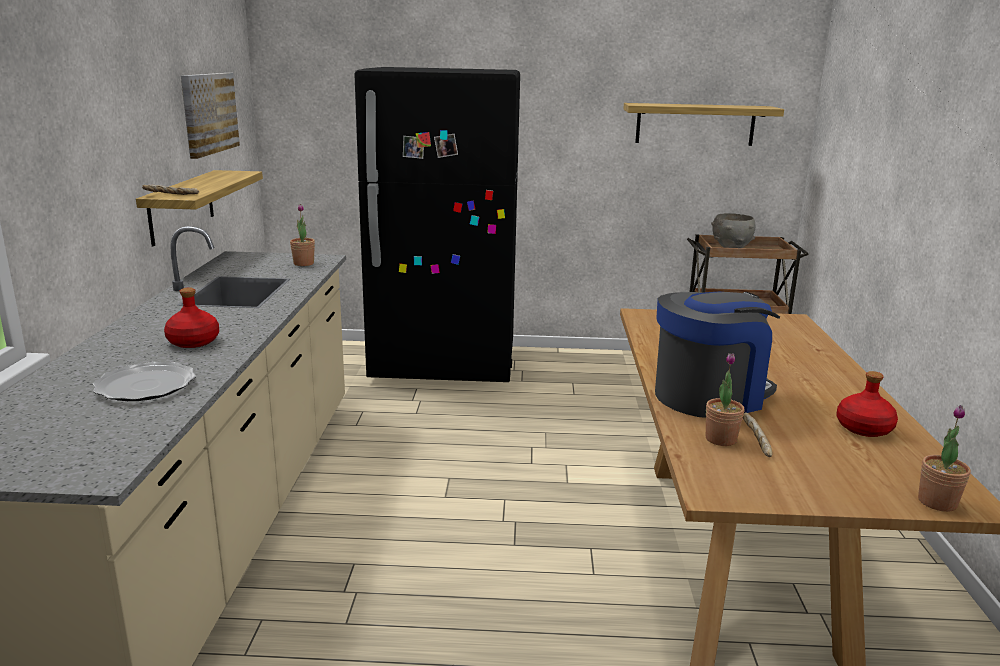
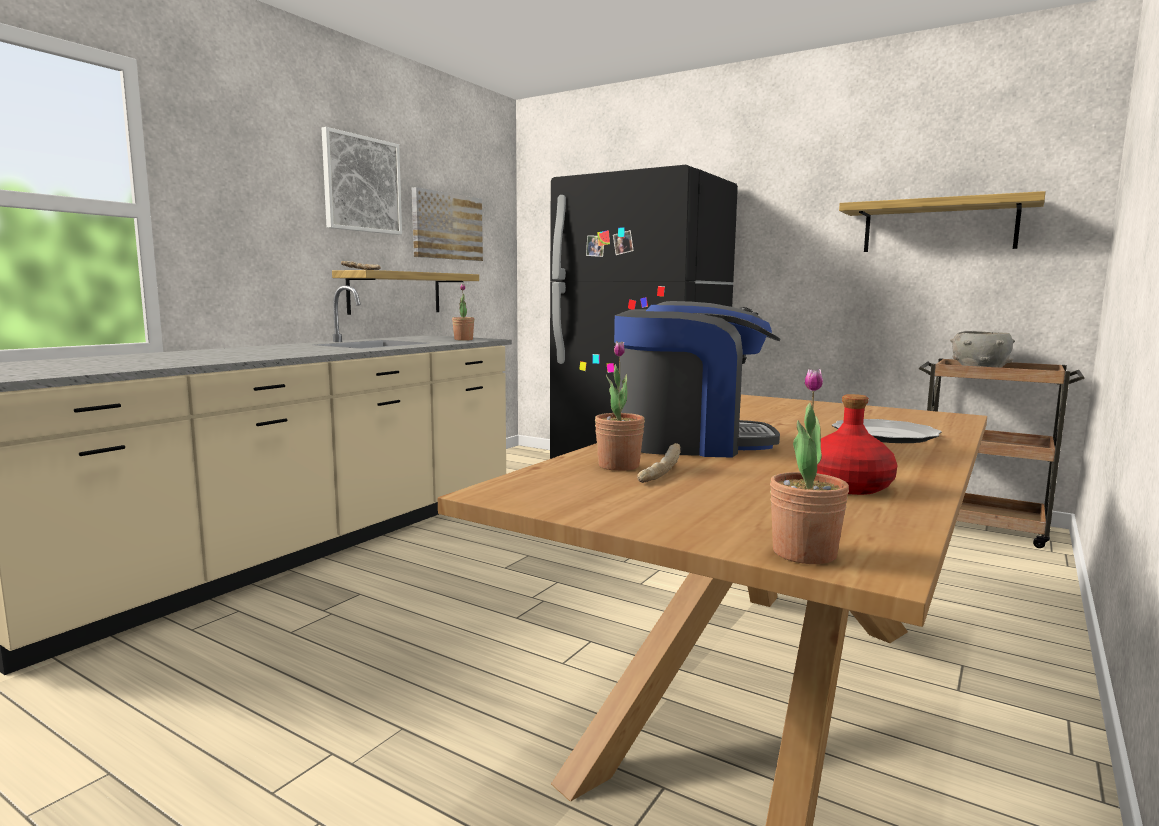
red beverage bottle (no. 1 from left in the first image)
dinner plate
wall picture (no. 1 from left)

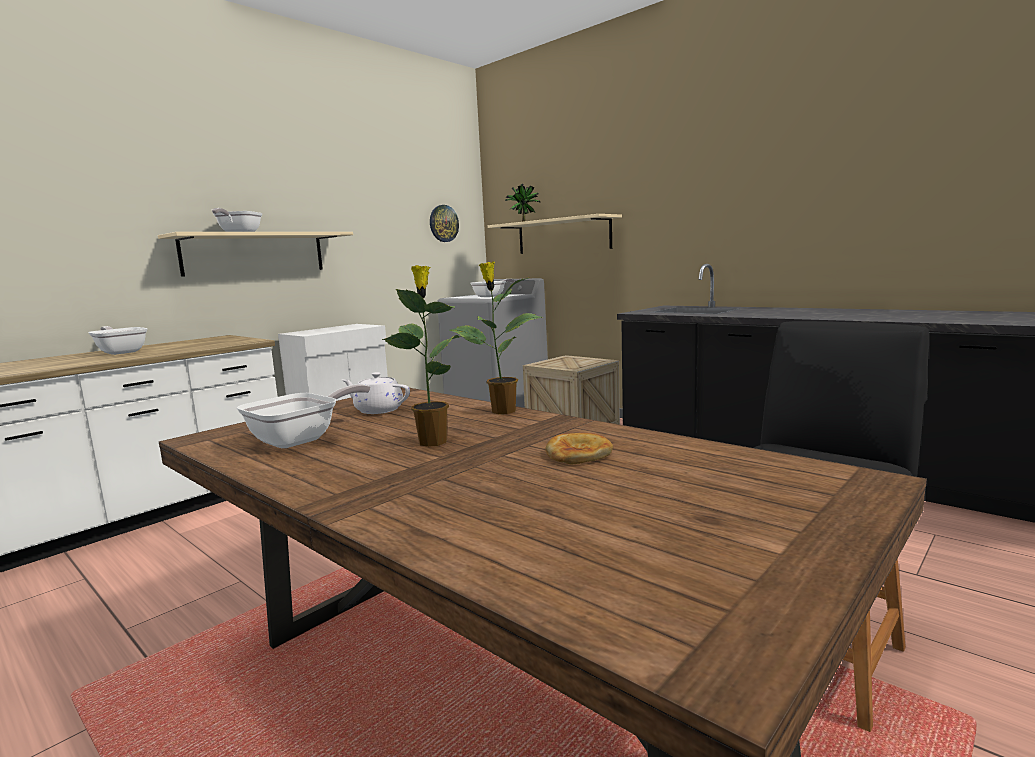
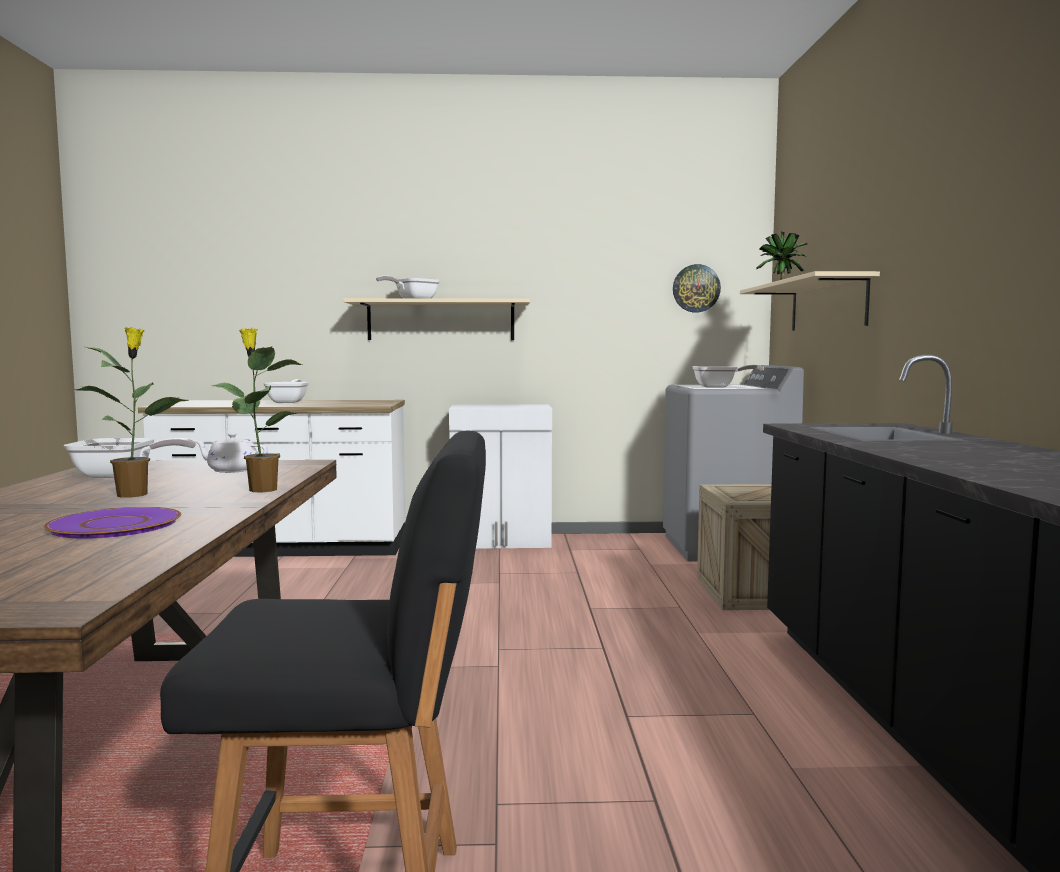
white-coloured tea pot
purple dinner plate

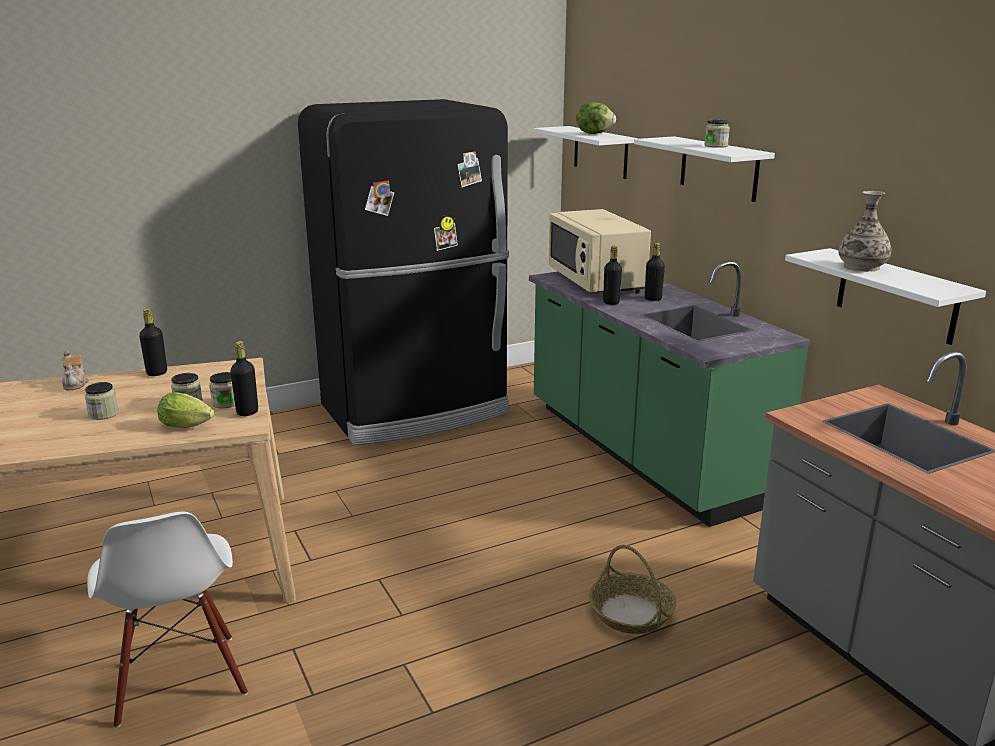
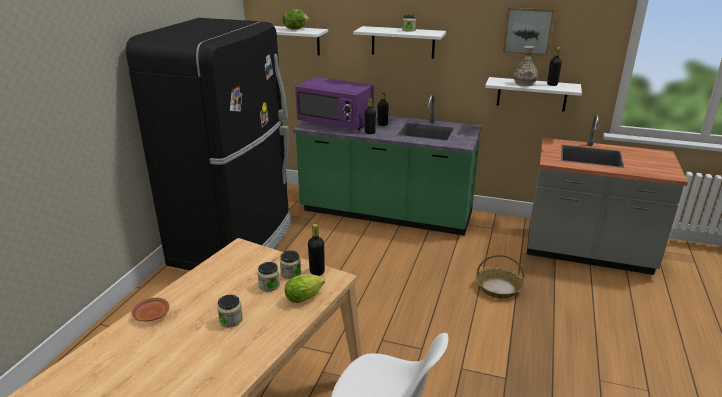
purple microwave
black beverage bottle (no. 4 from left)
brown dinner plate
wall picture

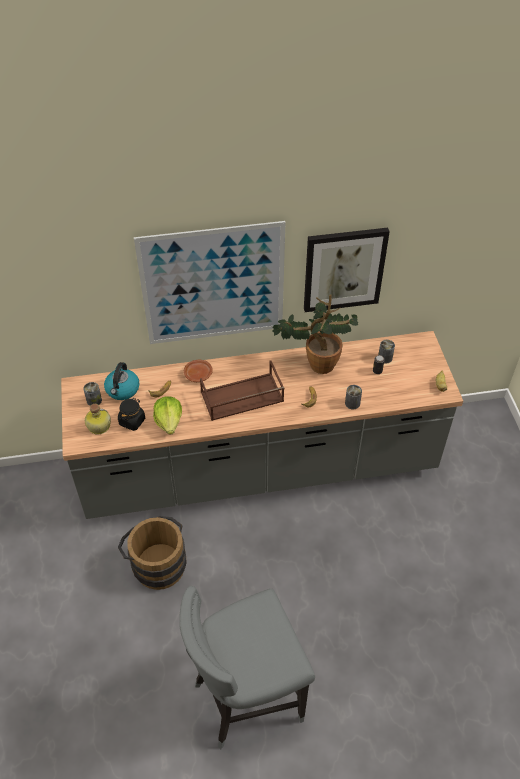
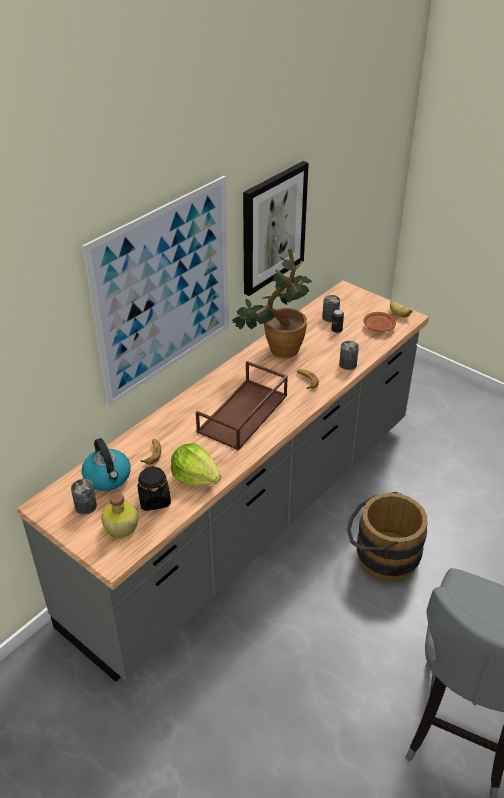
brown dinner plate
brown water bucket

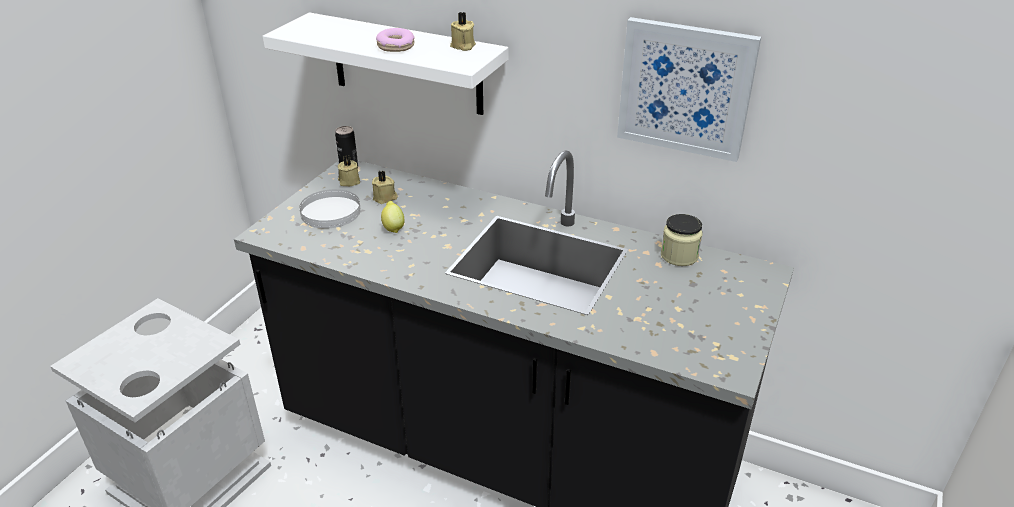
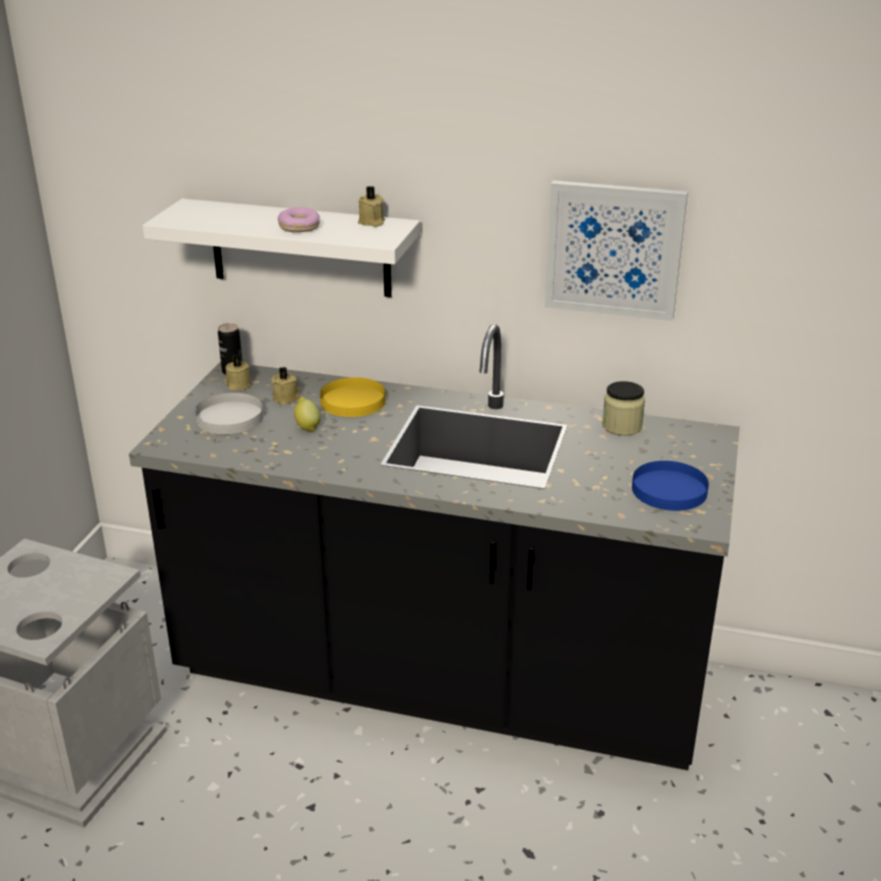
yellow-coloured dinner plate
bluish dinner plate

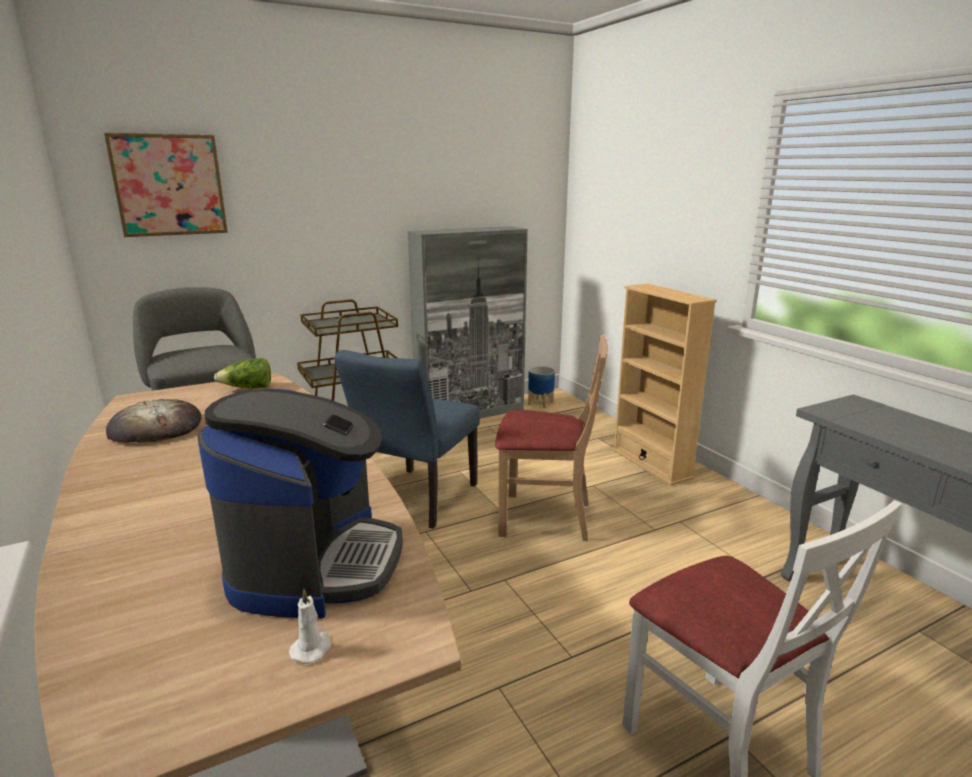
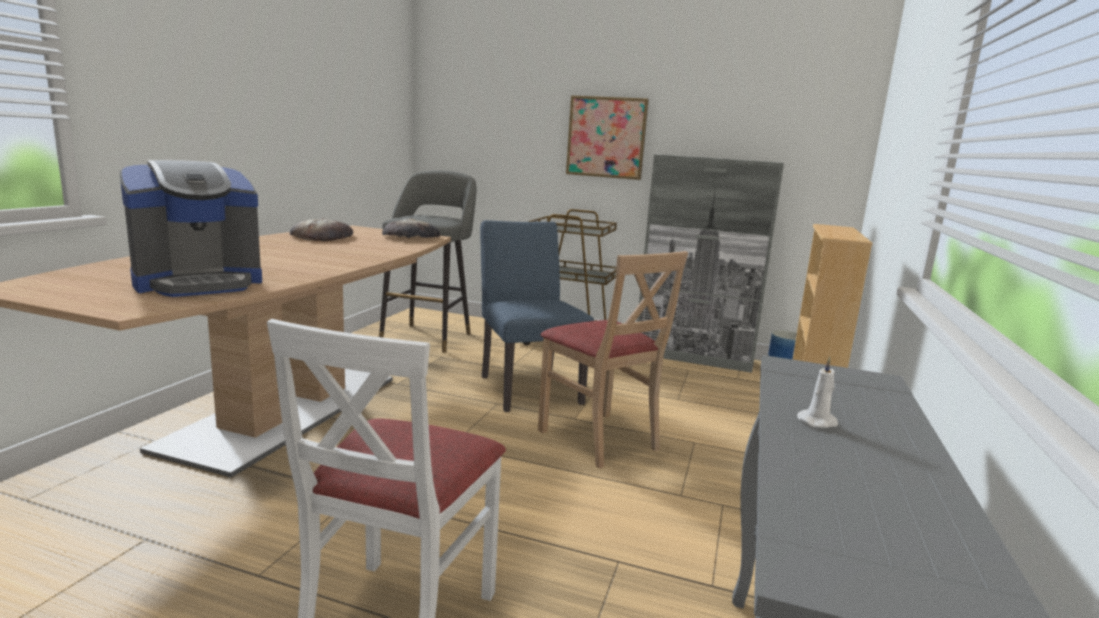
wall picture
bluish upright chair
bakery bread (no. 2 from left)
white-coloured candle

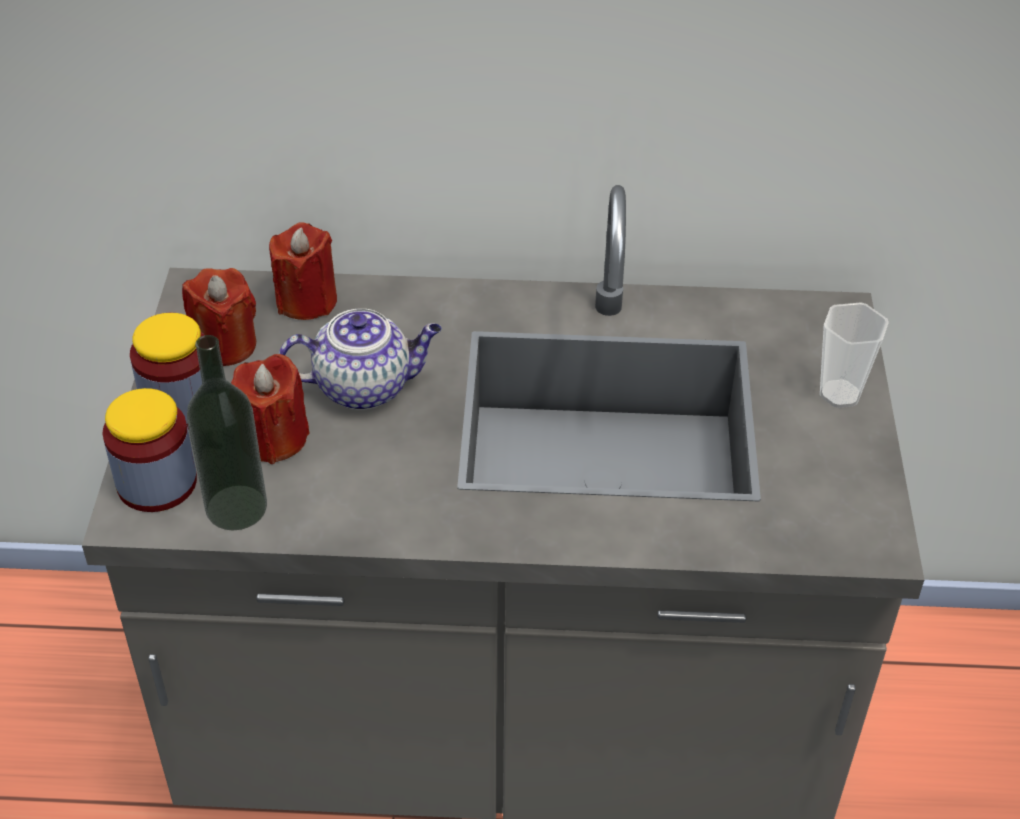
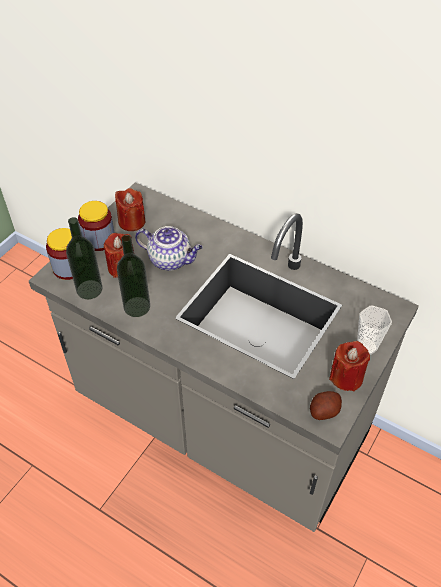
red candle (no. 3 from left)
beverage bottle (no. 2 from left)
potato

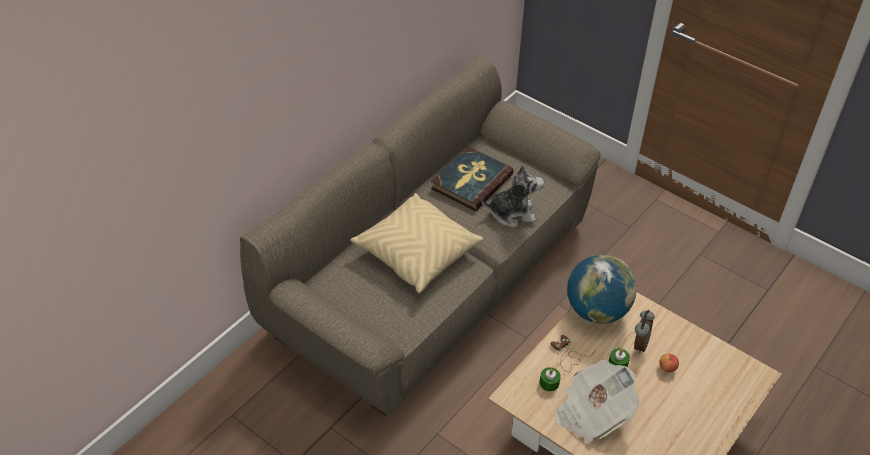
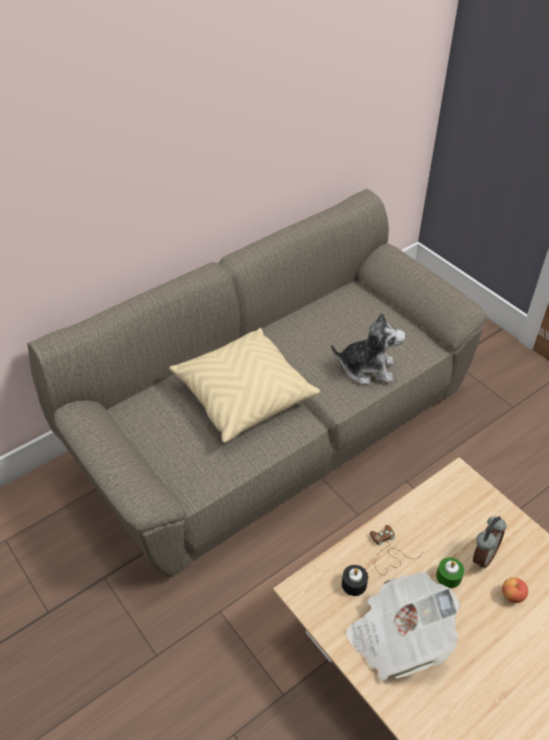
volume
globe
black candle

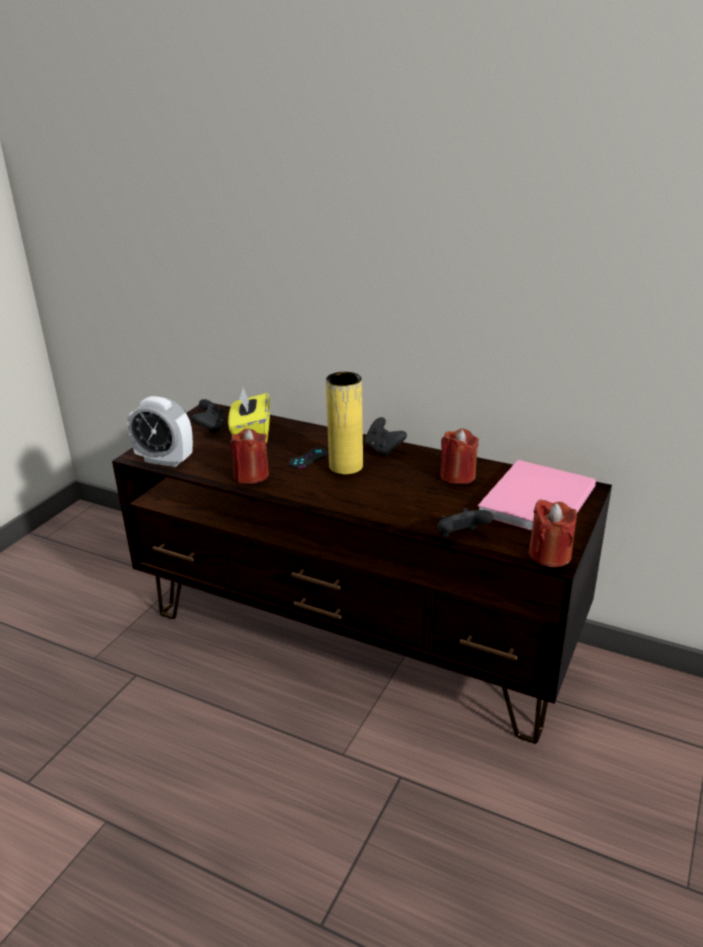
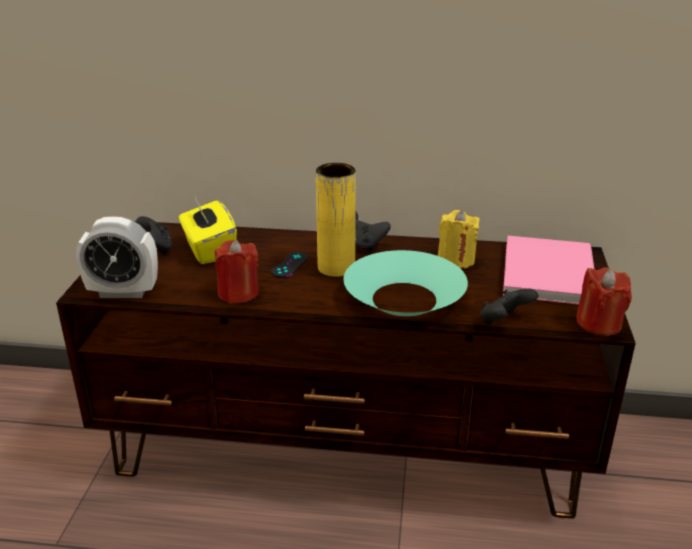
yellow-coloured candle
turquoise bowl

